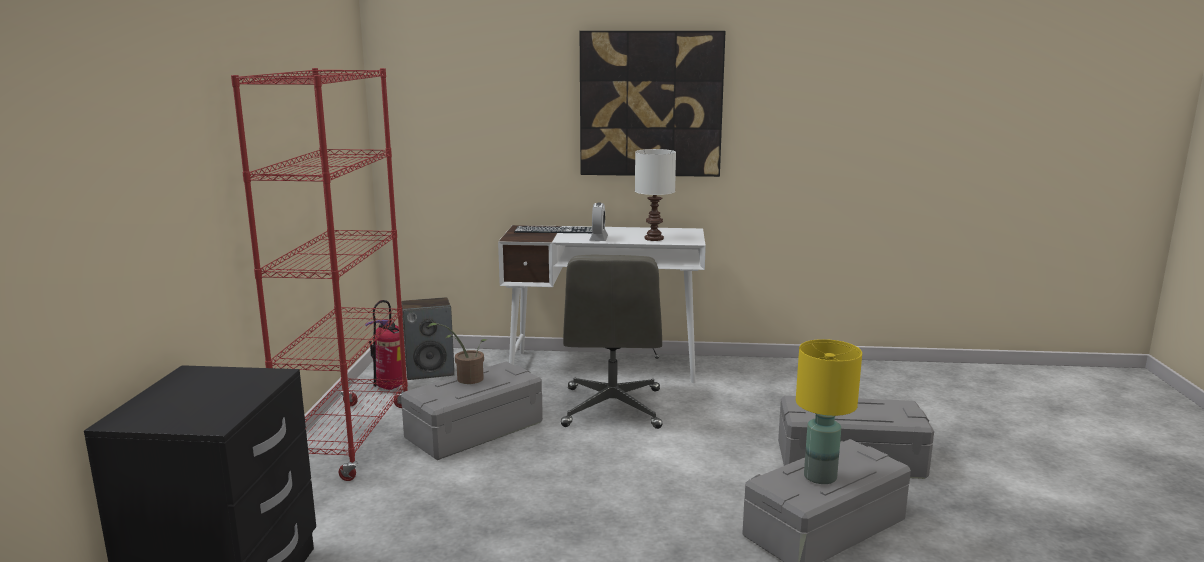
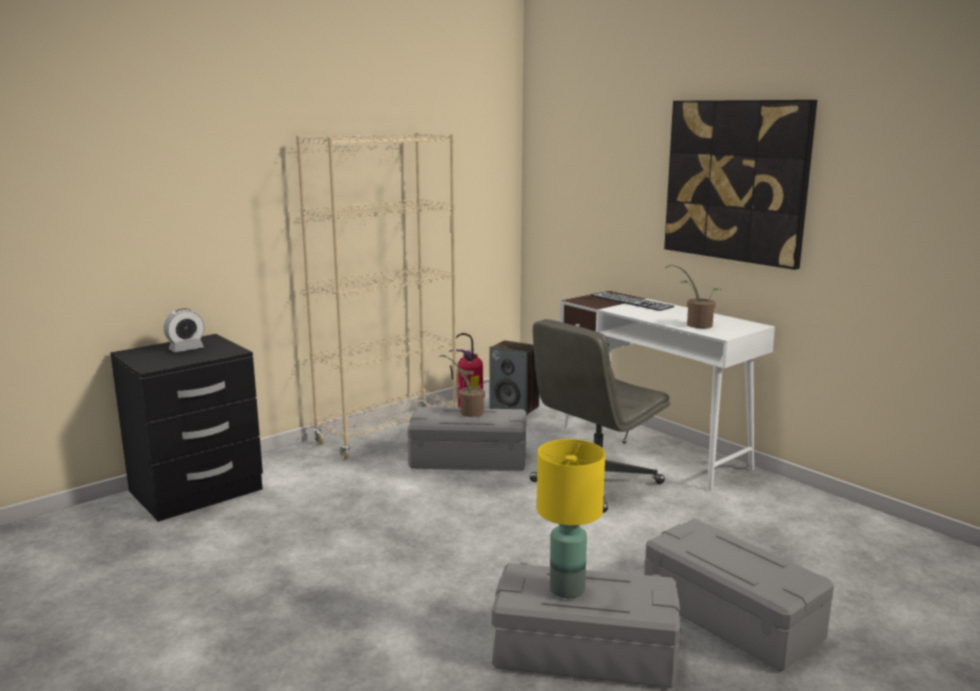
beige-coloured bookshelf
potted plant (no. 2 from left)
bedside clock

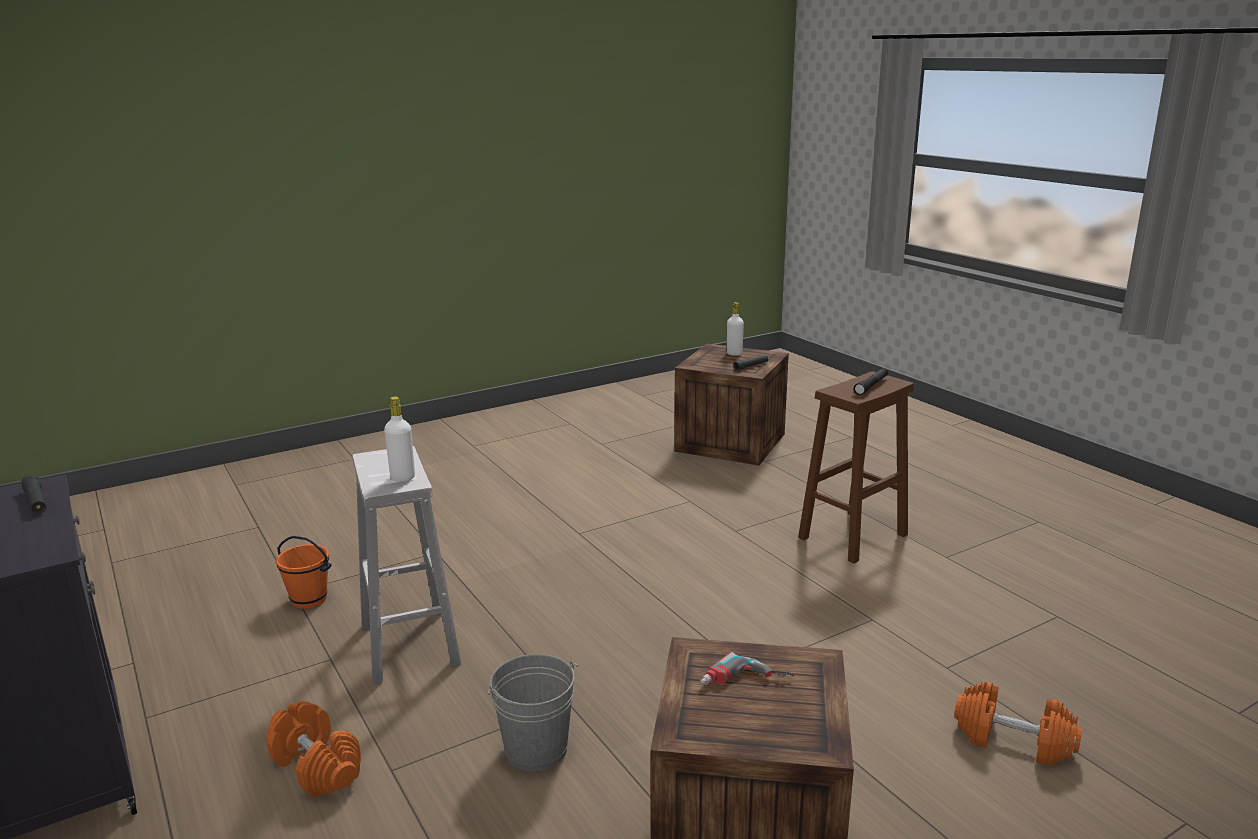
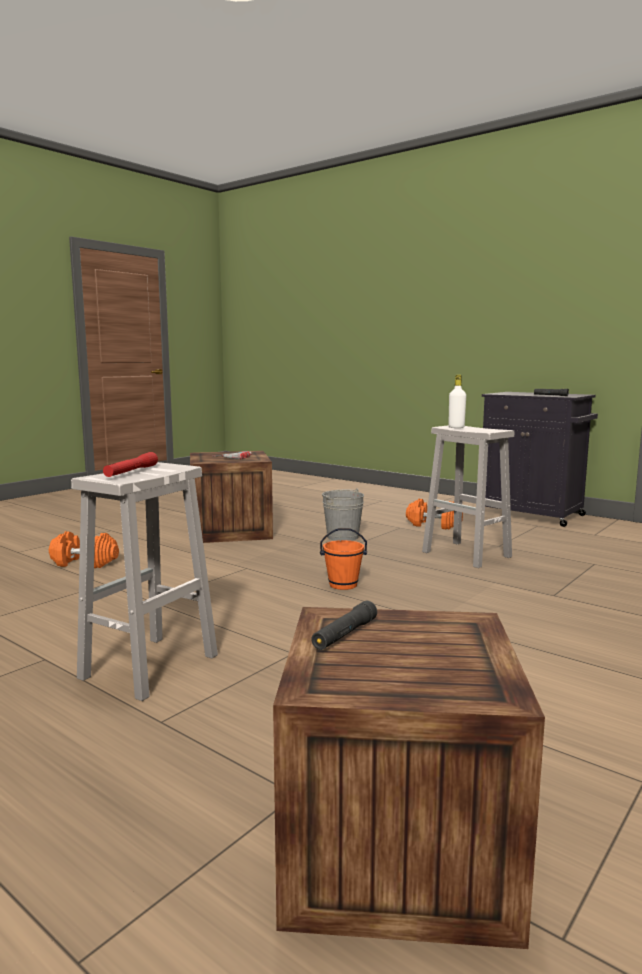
white-coloured beverage bottle (no. 2 from left in the first image)
red hand torch
white-coloured sitting stool (no. 1 from left)
orange-coloured water bucket

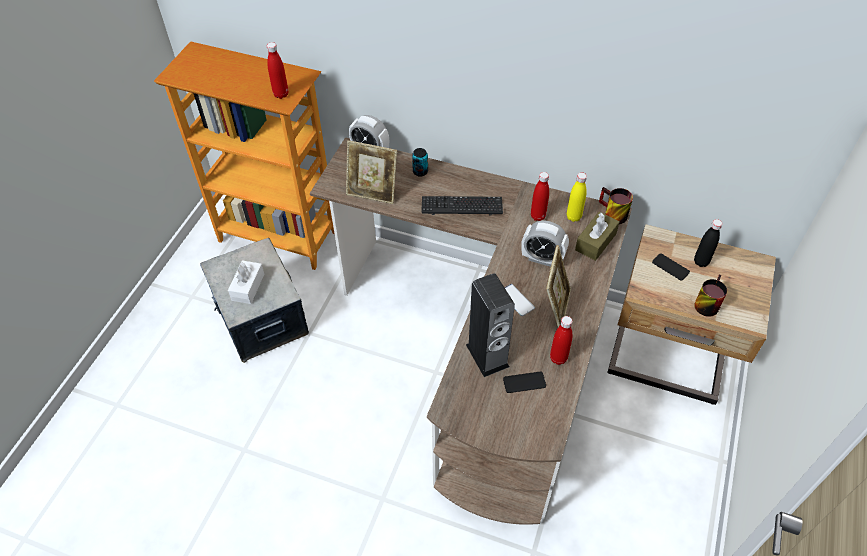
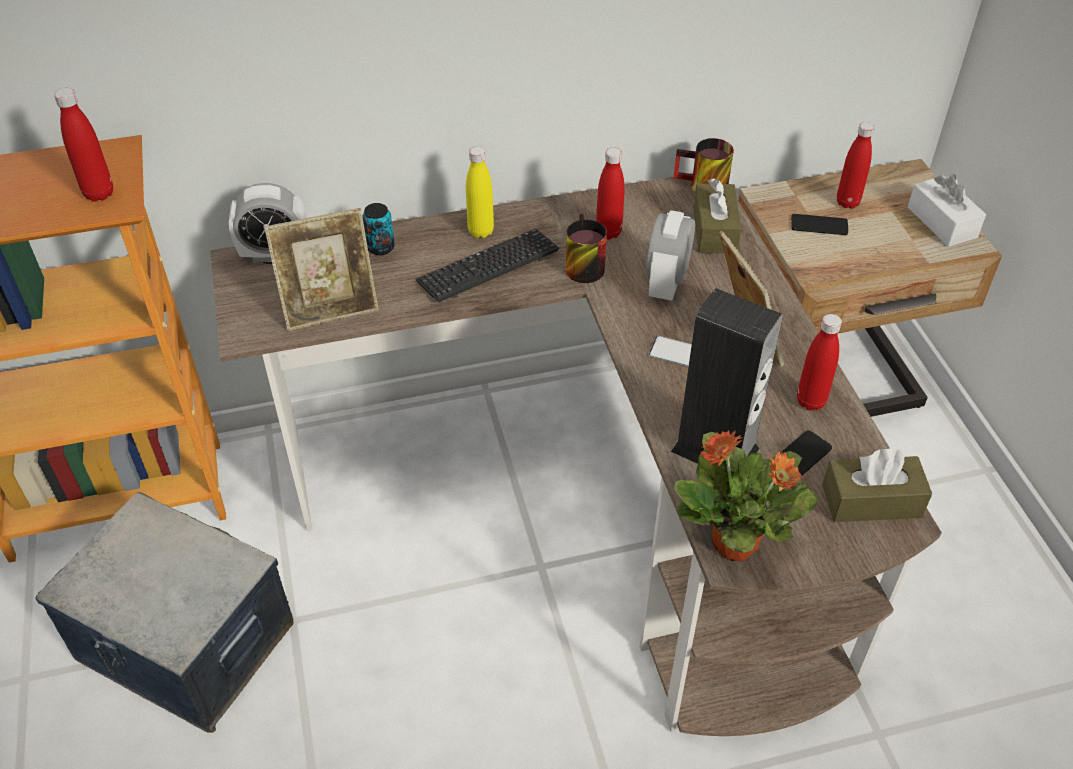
yellow-coloured beverage bottle
red beverage bottle (no. 4 from left)
bedside clock (no. 2 from left)
white-coloured tissue box
coffee mug (no. 1 from left)
potted plant
brown tissue box (no. 2 from left)

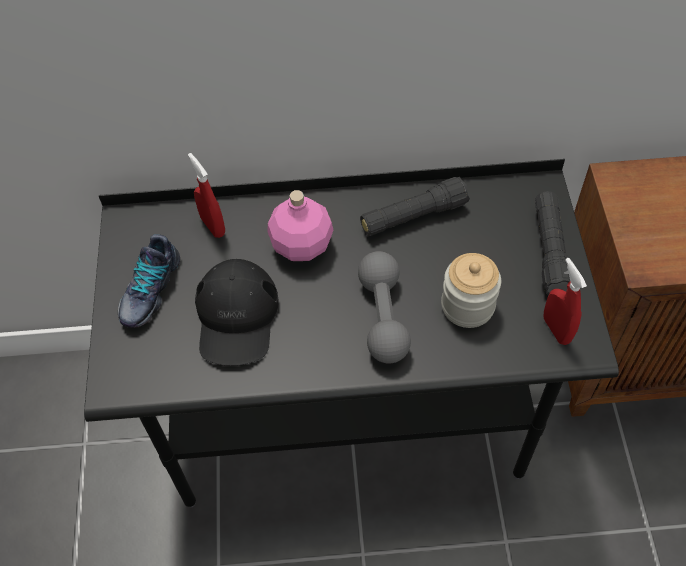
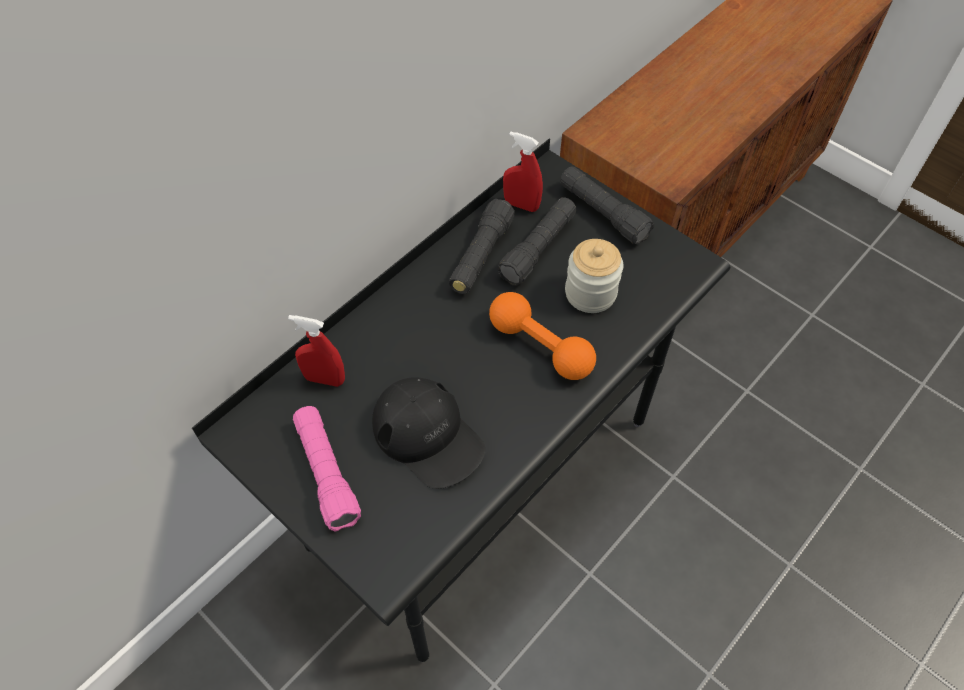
pink-coloured beverage bottle
pink-coloured hand torch
orange-coloured free weight
red spray bottle (no. 2 from left)
black hand torch (no. 2 from left)

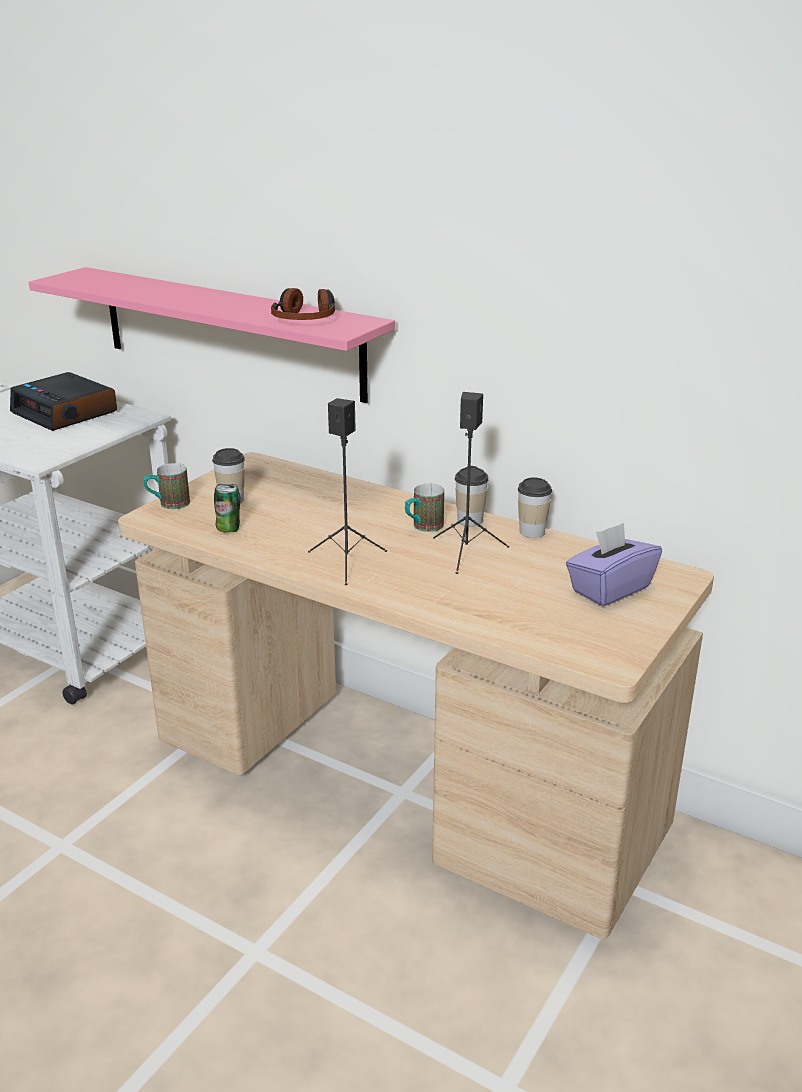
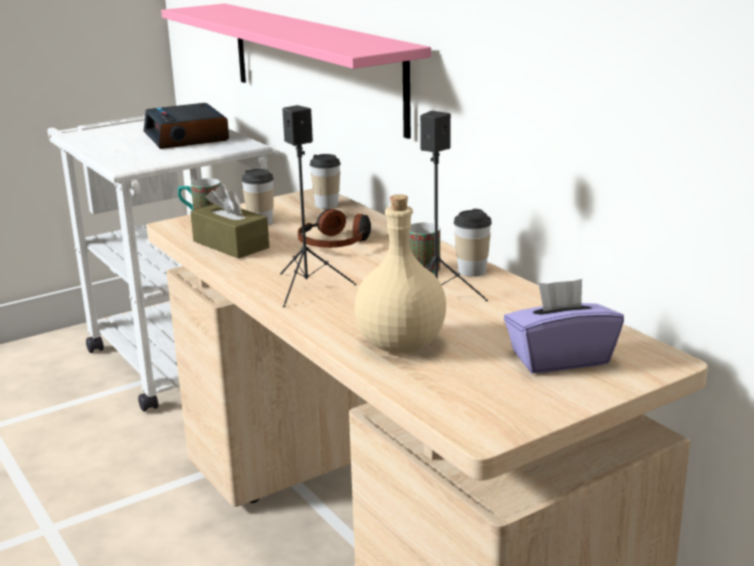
pair of headphones
small cup (no. 2 from left)
brown tissue box
beige-coloured beverage bottle

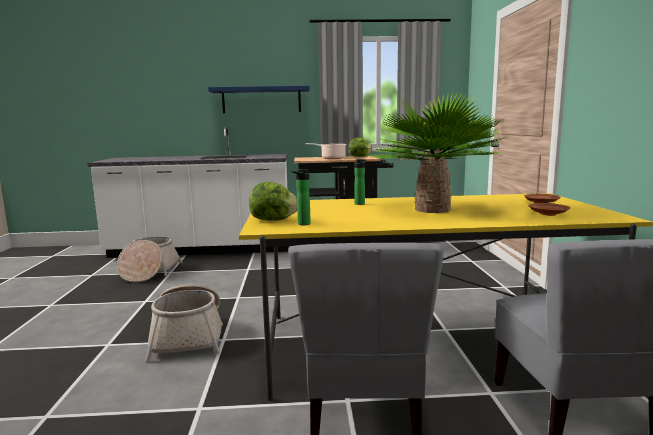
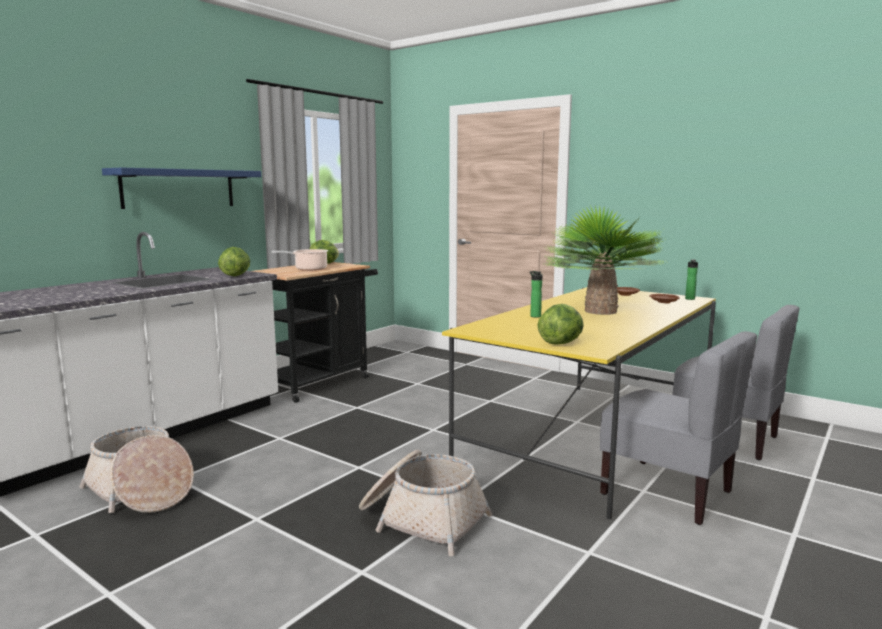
beverage bottle (no. 2 from left)
head of lettuce (no. 1 from left)

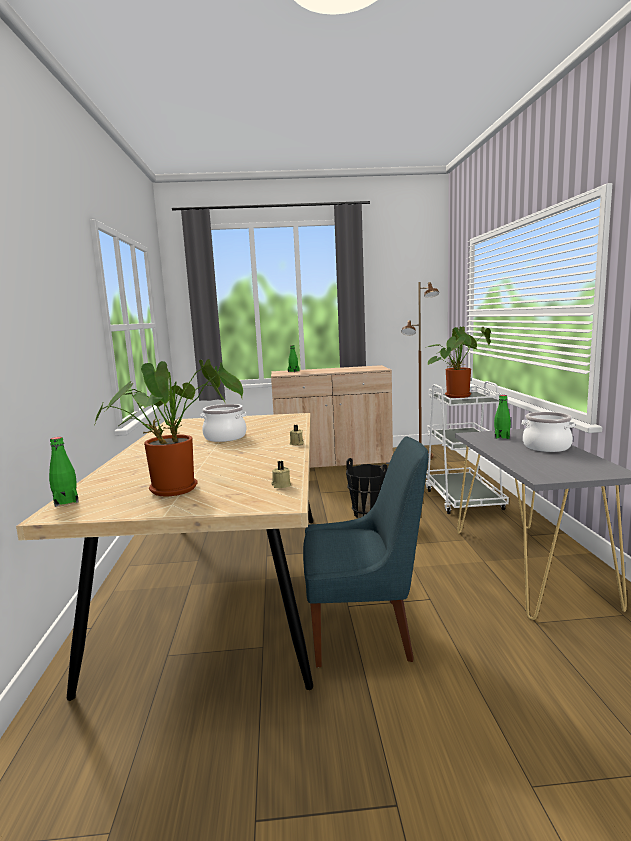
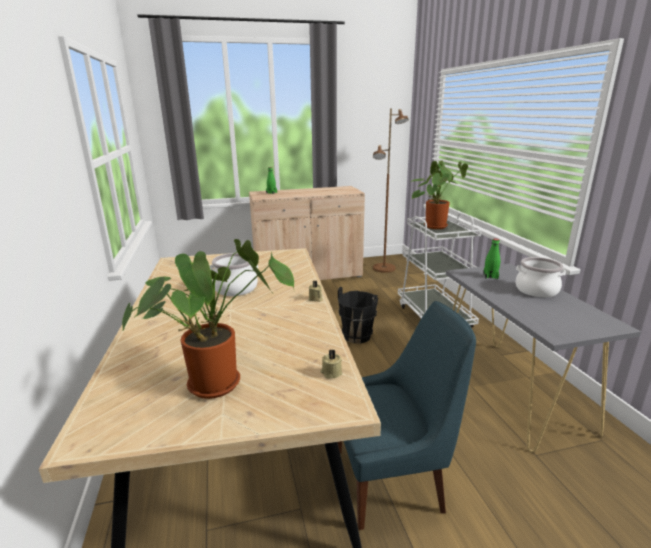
green beverage bottle (no. 1 from left in the first image)

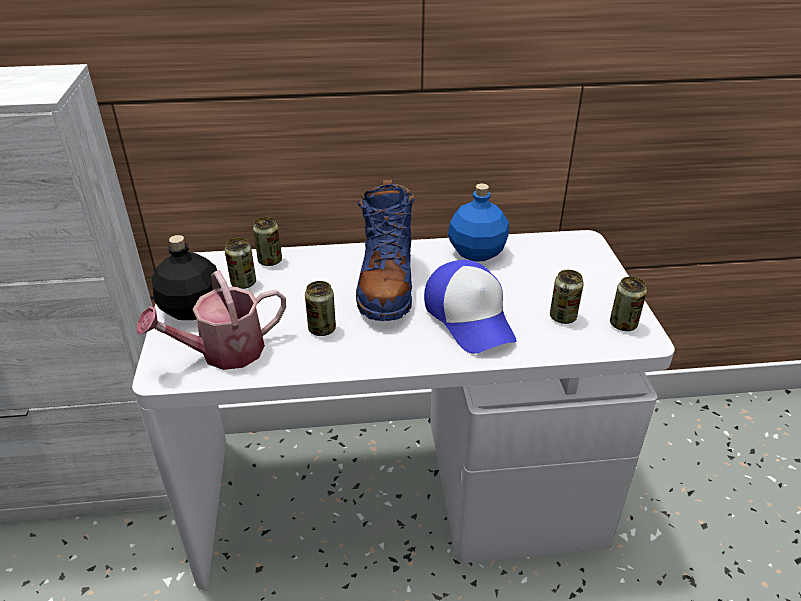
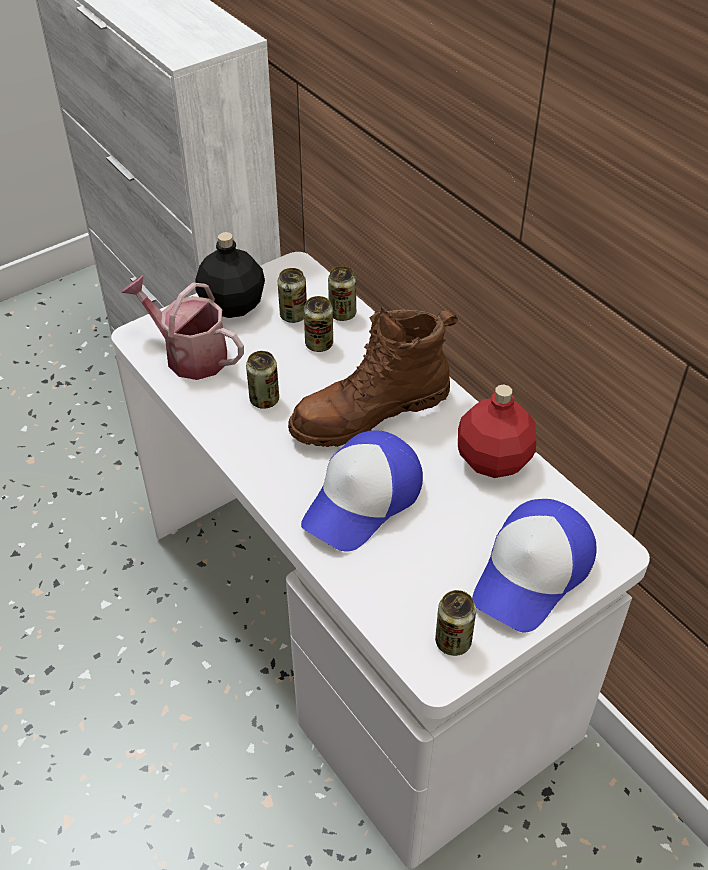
brown high-top boot
red beverage bottle
can (no. 3 from left)
baseball cap (no. 2 from left)

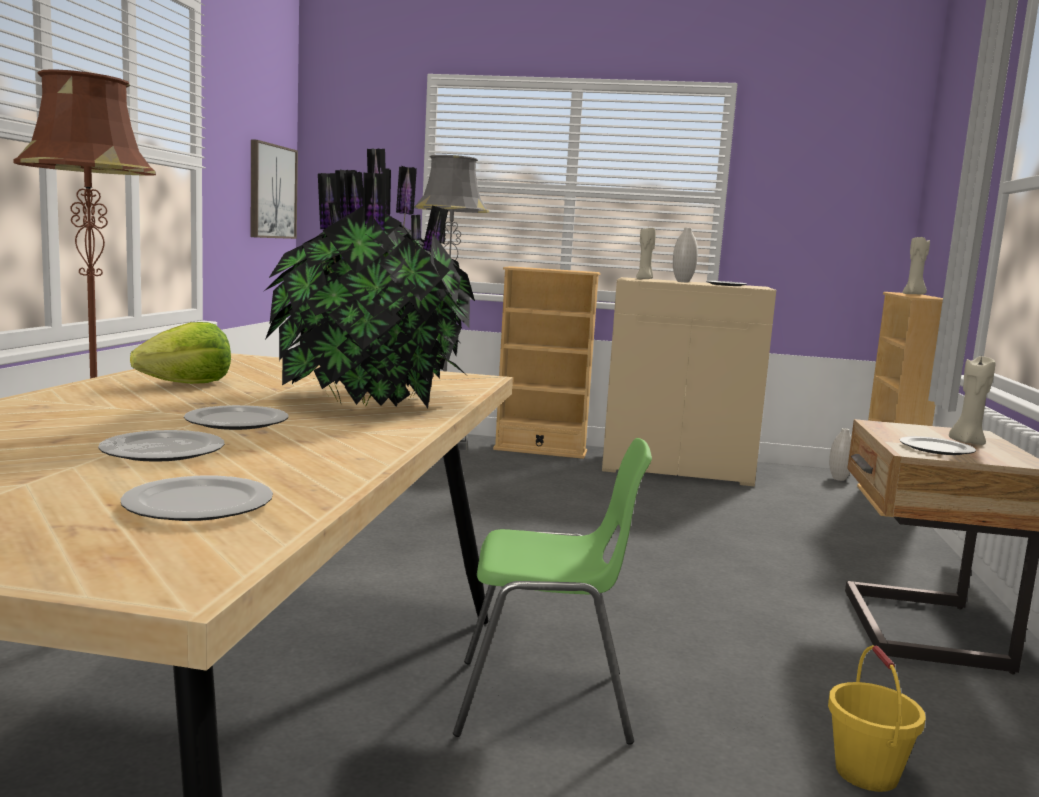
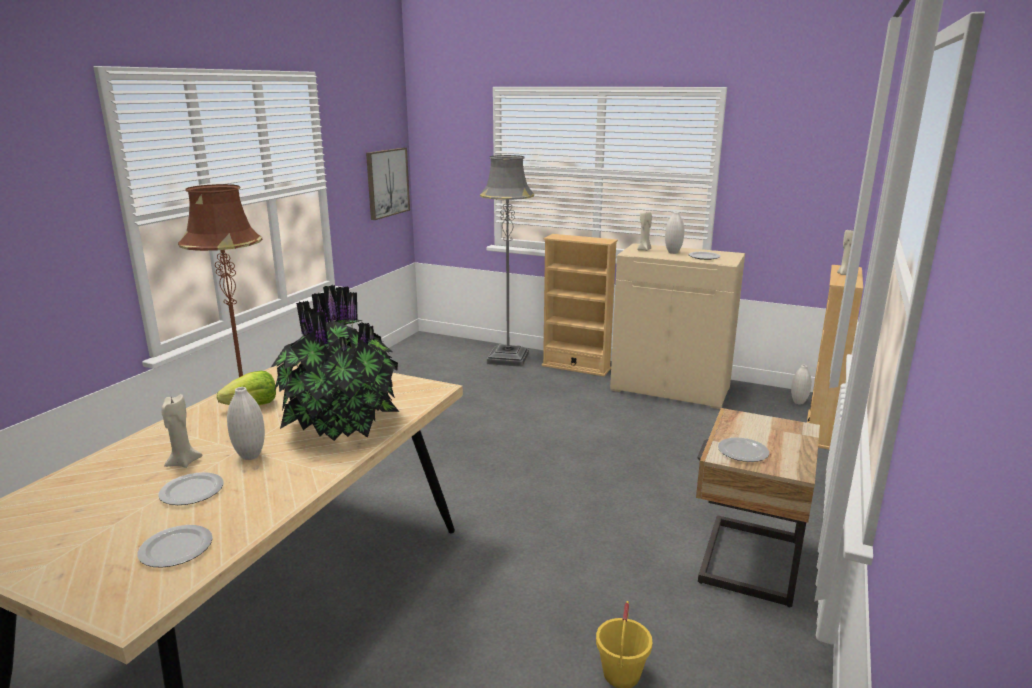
beige-coloured candle (no. 1 from left)
white-coloured flower vase (no. 1 from left)
green upright chair

